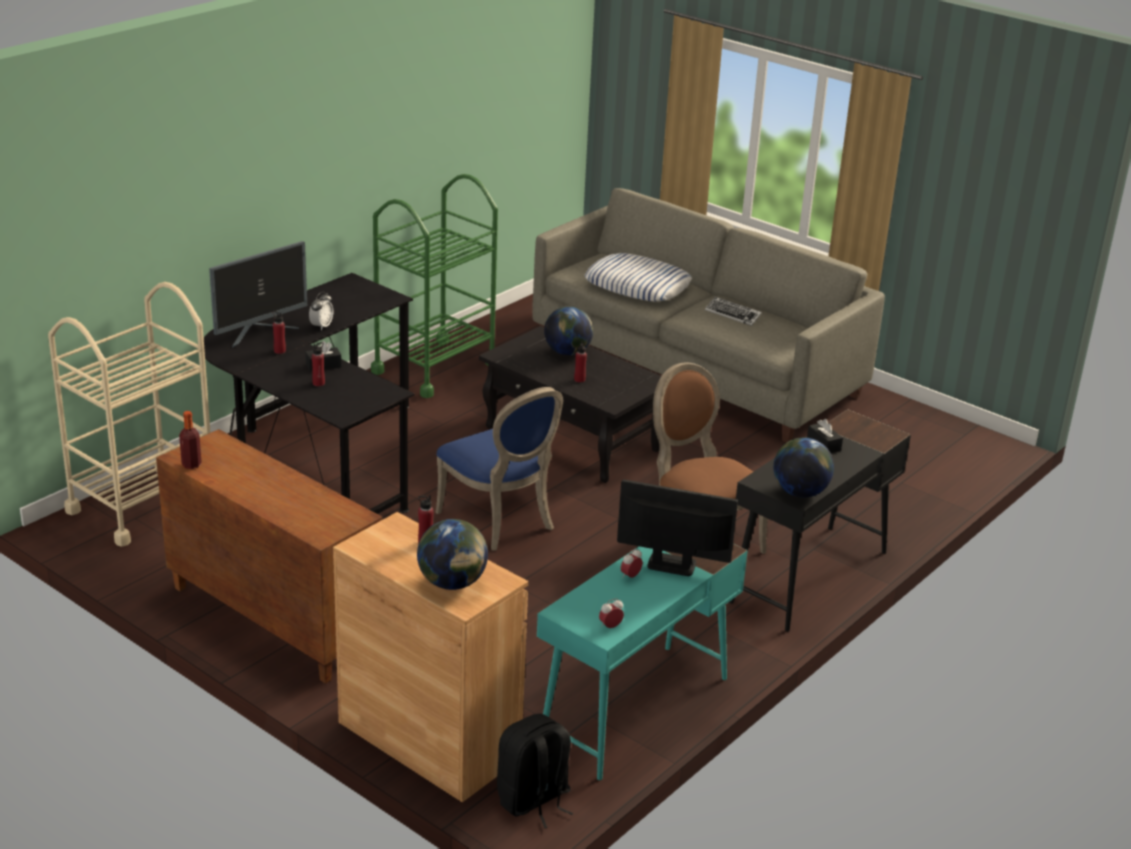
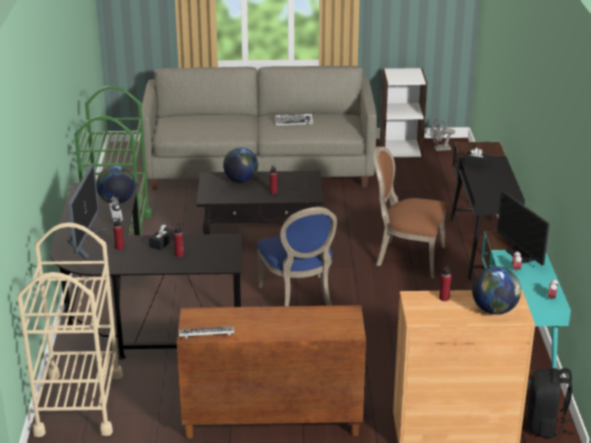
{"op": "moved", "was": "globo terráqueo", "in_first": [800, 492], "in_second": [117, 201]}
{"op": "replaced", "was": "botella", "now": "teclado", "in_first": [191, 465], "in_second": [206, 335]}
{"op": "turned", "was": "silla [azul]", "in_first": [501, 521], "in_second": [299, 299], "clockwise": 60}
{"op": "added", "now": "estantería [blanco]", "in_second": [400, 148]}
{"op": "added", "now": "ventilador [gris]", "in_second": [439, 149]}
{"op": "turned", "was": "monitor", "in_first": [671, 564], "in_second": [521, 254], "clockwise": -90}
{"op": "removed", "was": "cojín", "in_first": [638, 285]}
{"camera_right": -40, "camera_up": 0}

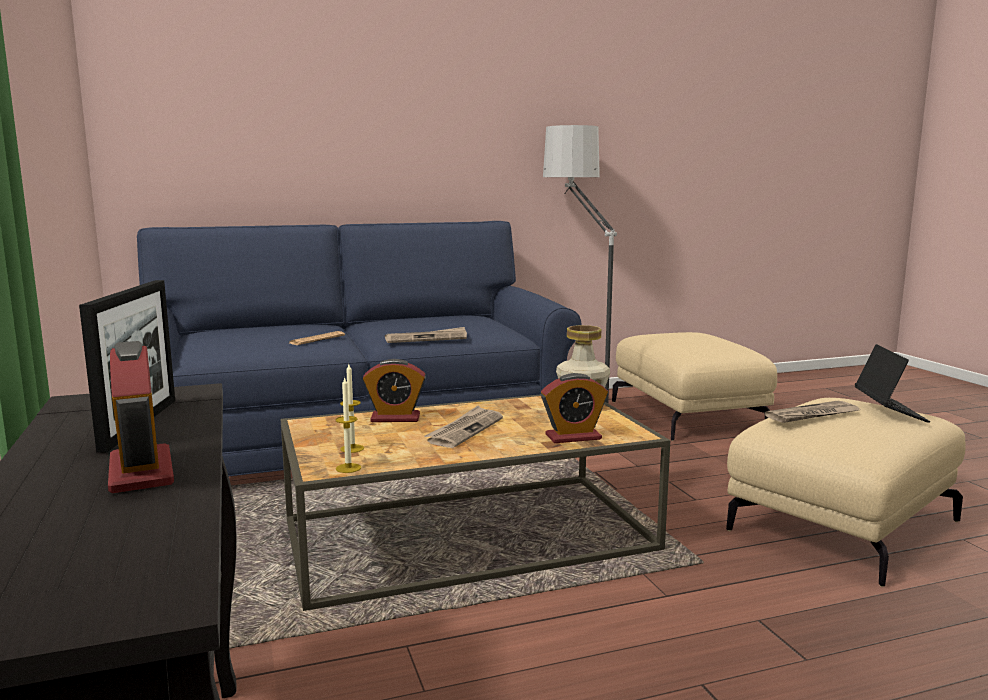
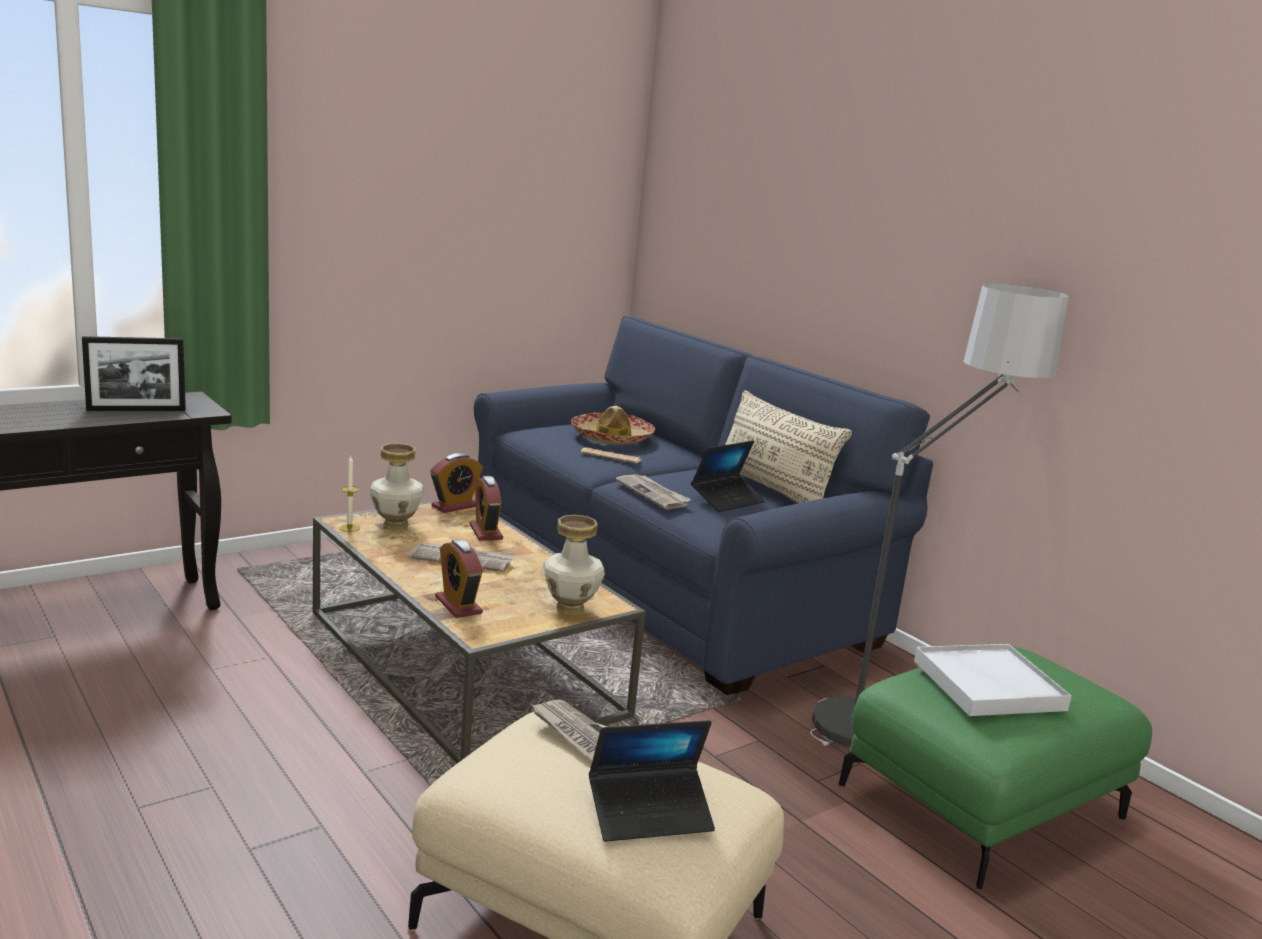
{"op": "replaced", "was": "vela", "now": "florero", "in_first": [352, 448], "in_second": [396, 525]}
{"op": "moved", "was": "despertador", "in_first": [141, 471], "in_second": [455, 506]}
{"op": "added", "now": "sombrero", "in_second": [612, 438]}
{"op": "added", "now": "portátil", "in_second": [727, 500]}
{"op": "added", "now": "cojín [beis]", "in_second": [771, 490]}
{"op": "recoloured", "was": "puf [beis]", "now": "puf [verde]", "in_first": [689, 416], "in_second": [983, 805]}
{"op": "added", "now": "bandeja [blanco]", "in_second": [987, 685]}
{"camera_right": 70, "camera_up": 5}

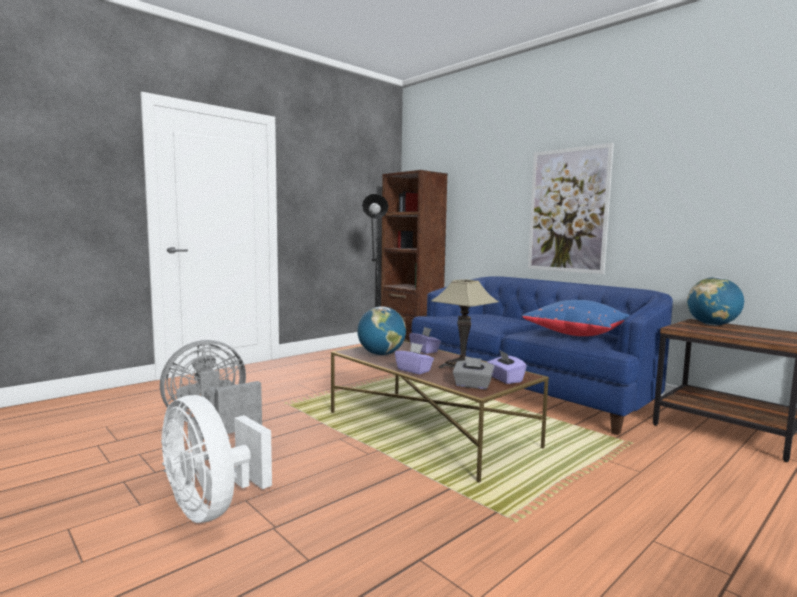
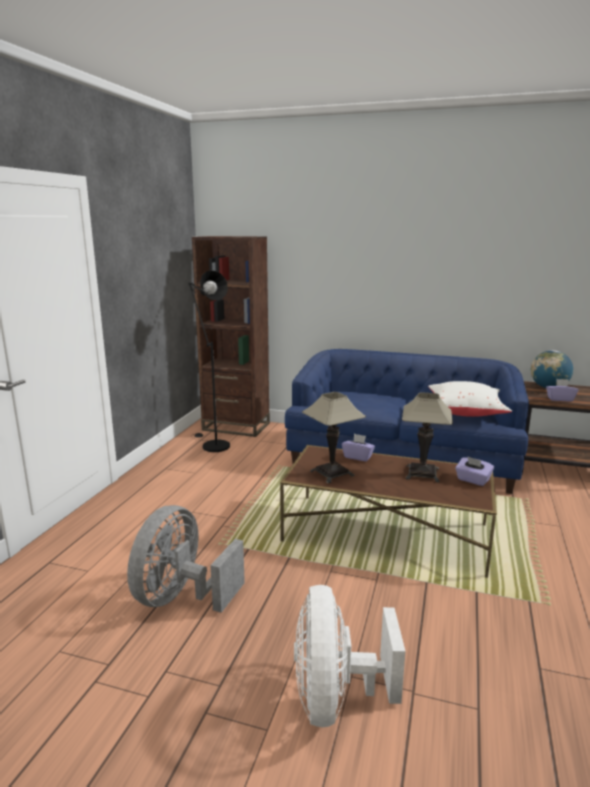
{"op": "turned", "was": "ventilador [blanco]", "in_first": [212, 507], "in_second": [336, 698], "clockwise": 75}
{"op": "replaced", "was": "globo terráqueo", "now": "lámpara de mesa", "in_first": [381, 354], "in_second": [332, 473]}
{"op": "recoloured", "was": "cojín [azul]", "now": "cojín [blanco]", "in_first": [578, 334], "in_second": [464, 412]}
{"op": "moved", "was": "caja de pañuelos [morado]", "in_first": [414, 370], "in_second": [560, 399]}
{"op": "removed", "was": "caja de pañuelos [gris]", "in_first": [472, 385]}
{"op": "removed", "was": "cuadro", "in_first": [568, 210]}
{"camera_right": -30, "camera_up": 10}

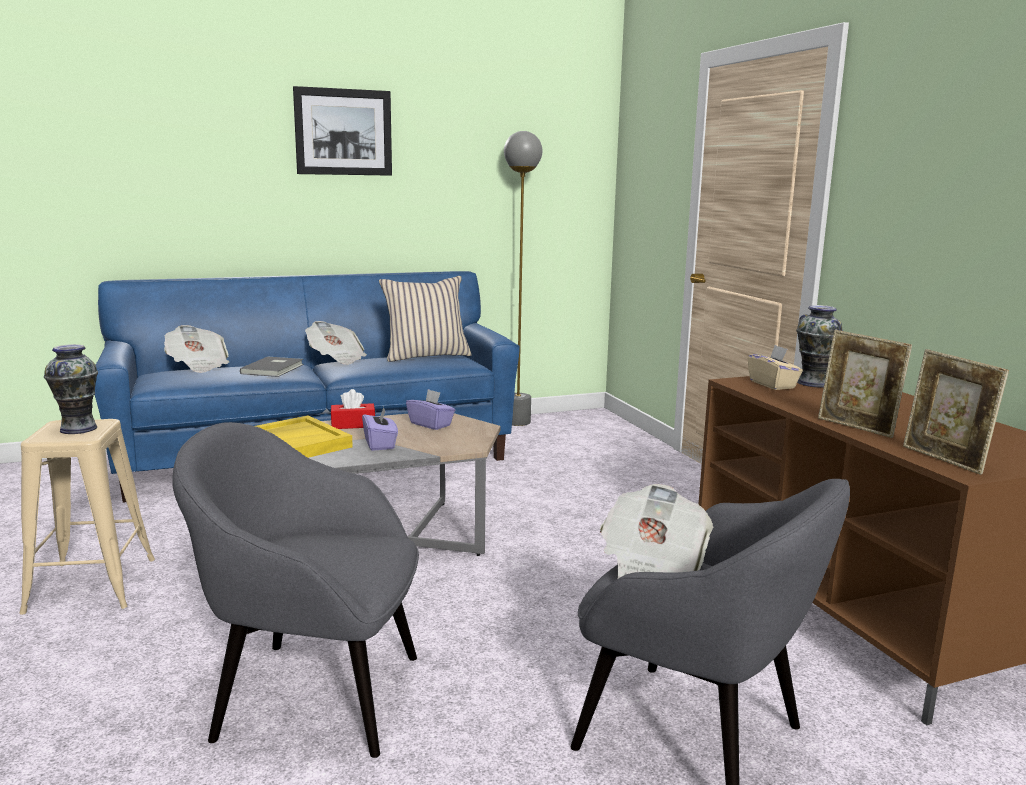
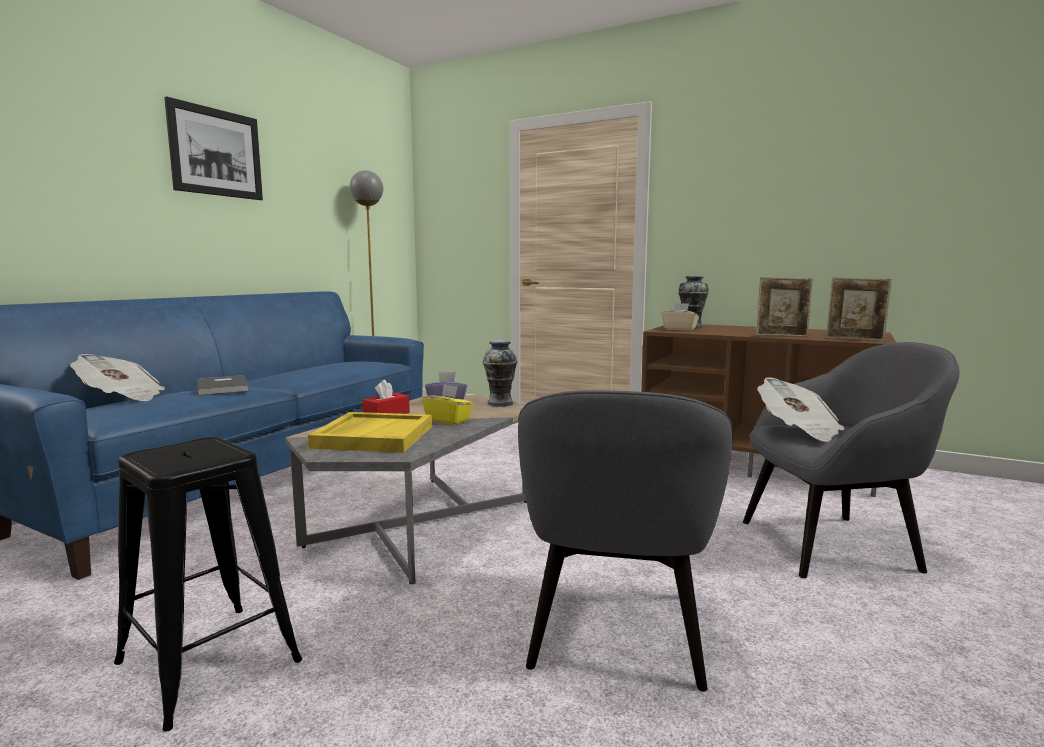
{"op": "recoloured", "was": "taburete [beis]", "now": "taburete [negro]", "in_first": [91, 585], "in_second": [208, 661]}
{"op": "recoloured", "was": "caja de pañuelos [morado]", "now": "caja de pañuelos [amarillo]", "in_first": [380, 444], "in_second": [448, 420]}
{"op": "moved", "was": "florero", "in_first": [79, 429], "in_second": [500, 403]}
{"op": "turned", "was": "sillón [gris]", "in_first": [314, 695], "in_second": [616, 631], "clockwise": -45}
{"op": "removed", "was": "periódico", "in_first": [336, 358]}
{"op": "removed", "was": "cojín [beis]", "in_first": [426, 356]}
{"camera_right": -40, "camera_up": -5}

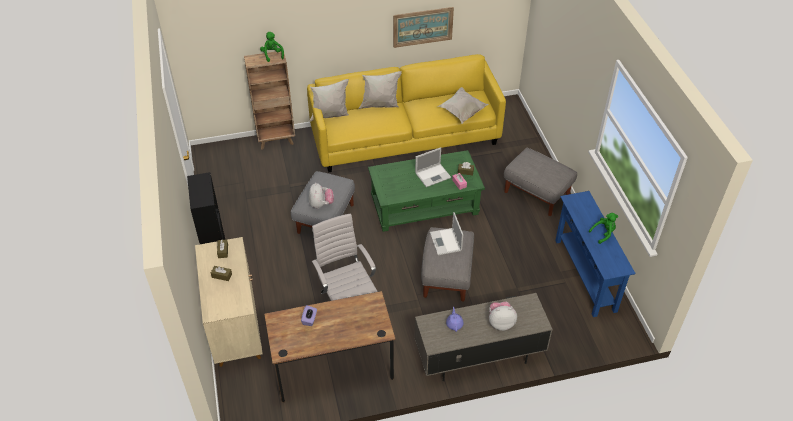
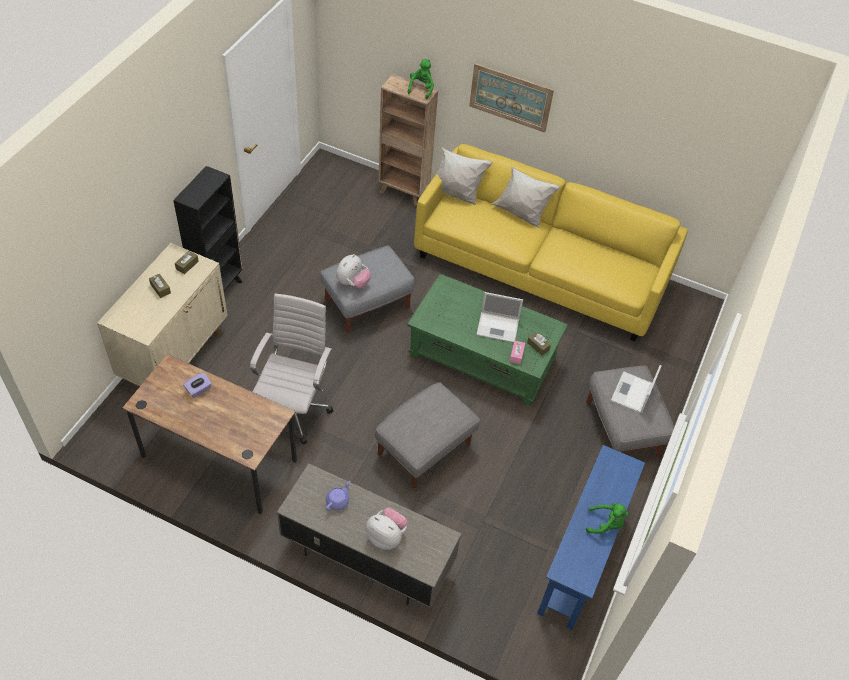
{"op": "moved", "was": "cuadro", "in_first": [423, 27], "in_second": [510, 97]}
{"op": "moved", "was": "portátil", "in_first": [446, 242], "in_second": [632, 393]}
{"op": "removed", "was": "cojín [blanco]", "in_first": [462, 113]}
{"camera_right": 35, "camera_up": 5}

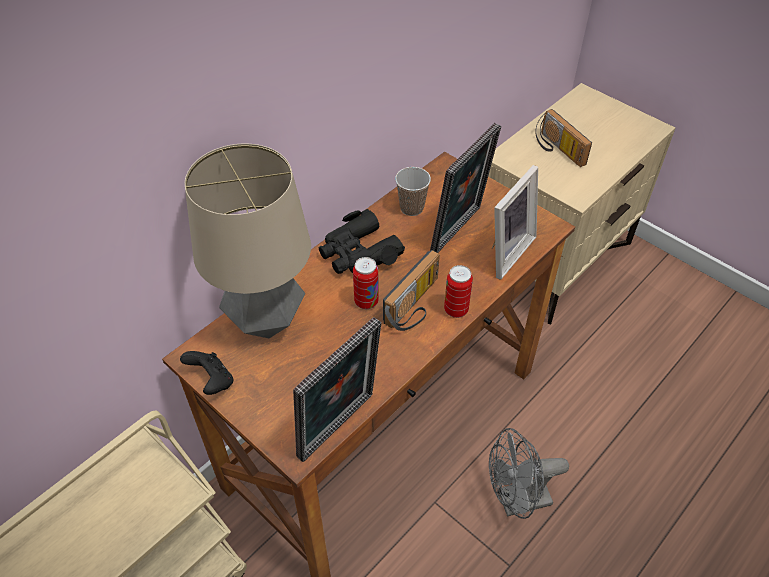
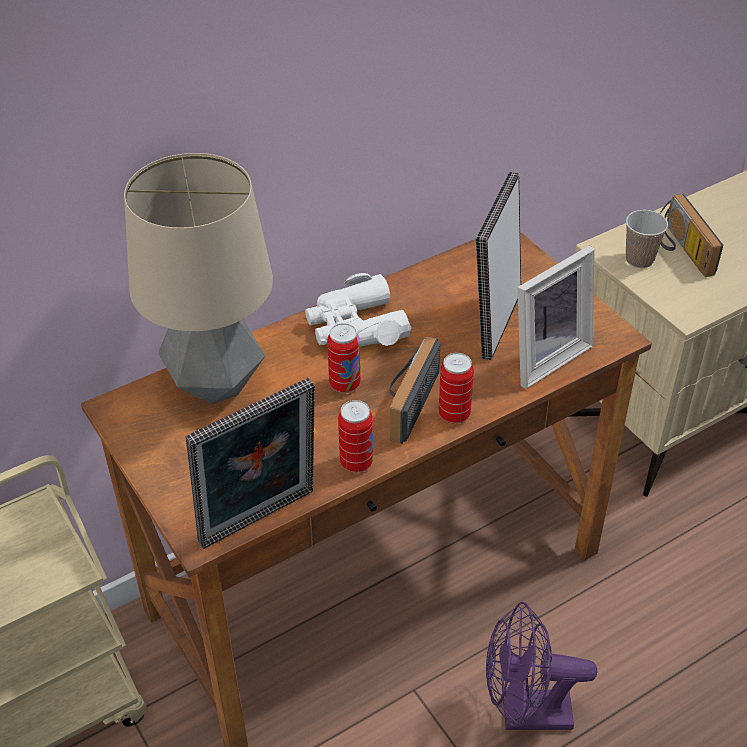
{"op": "recoloured", "was": "prismáticos [negro]", "now": "prismáticos [blanco]", "in_first": [358, 253], "in_second": [356, 326]}
{"op": "added", "now": "lata", "in_second": [356, 462]}
{"op": "turned", "was": "radio", "in_first": [416, 306], "in_second": [405, 400], "clockwise": 150}
{"op": "turned", "was": "portarretratos", "in_first": [460, 231], "in_second": [495, 323], "clockwise": 150}
{"op": "recoloured", "was": "ventilador [gris]", "now": "ventilador [morado]", "in_first": [516, 501], "in_second": [525, 714]}
{"op": "moved", "was": "taza", "in_first": [411, 208], "in_second": [639, 259]}
{"op": "removed", "was": "mando de consola [negro]", "in_first": [212, 381]}
{"camera_right": 15, "camera_up": -5}

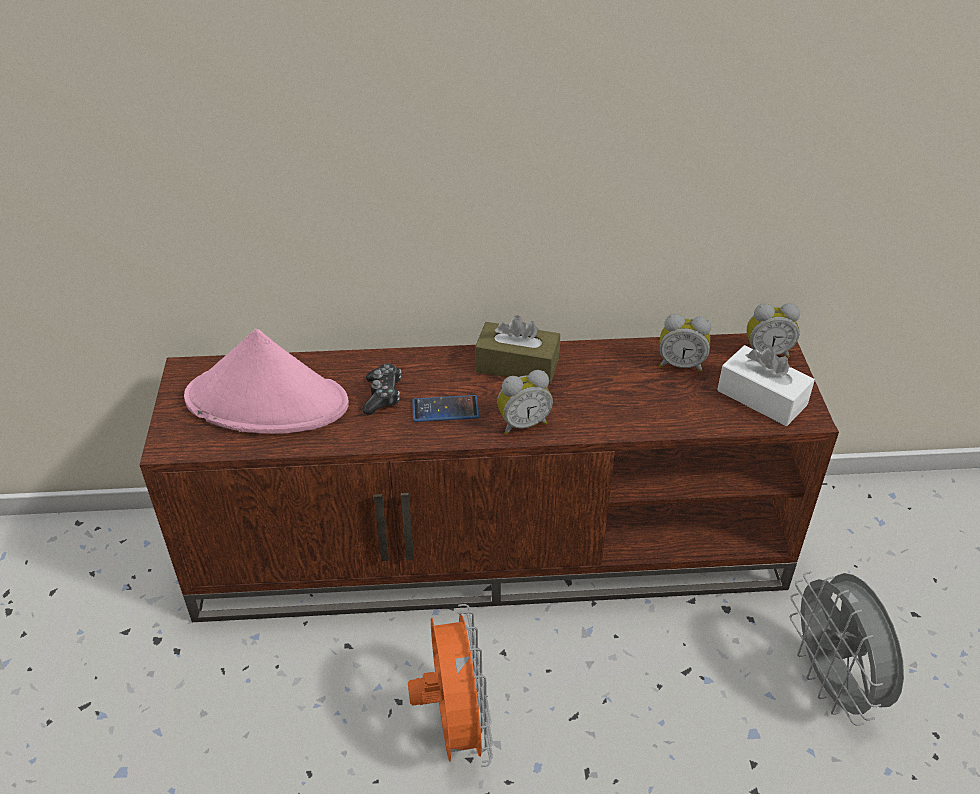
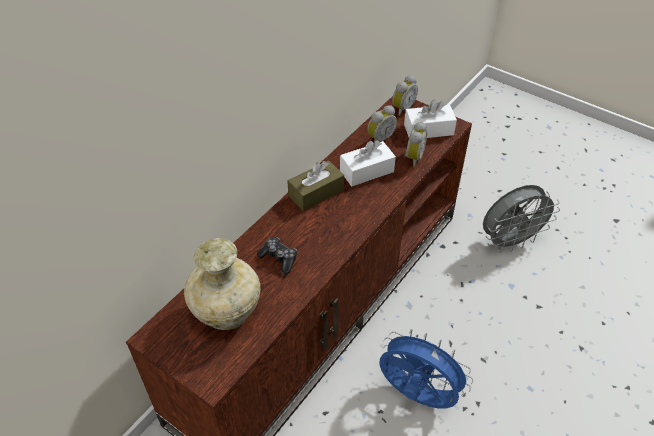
{"op": "replaced", "was": "sombrero [rosa]", "now": "florero [beis]", "in_first": [268, 401], "in_second": [227, 312]}
{"op": "added", "now": "caja de pañuelos [blanco]", "in_second": [366, 171]}
{"op": "recoloured", "was": "ventilador [naranja]", "now": "ventilador [azul]", "in_first": [455, 726], "in_second": [416, 396]}
{"op": "moved", "was": "despertador", "in_first": [523, 423], "in_second": [412, 158]}
{"op": "turned", "was": "ventilador [gris]", "in_first": [833, 685], "in_second": [510, 242], "clockwise": -45}
{"op": "removed", "was": "móvil", "in_first": [445, 409]}
{"camera_right": -50, "camera_up": 5}

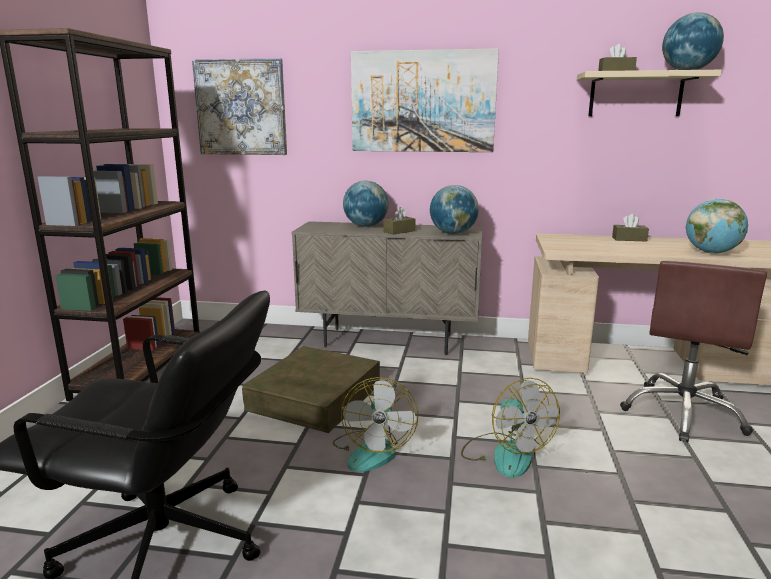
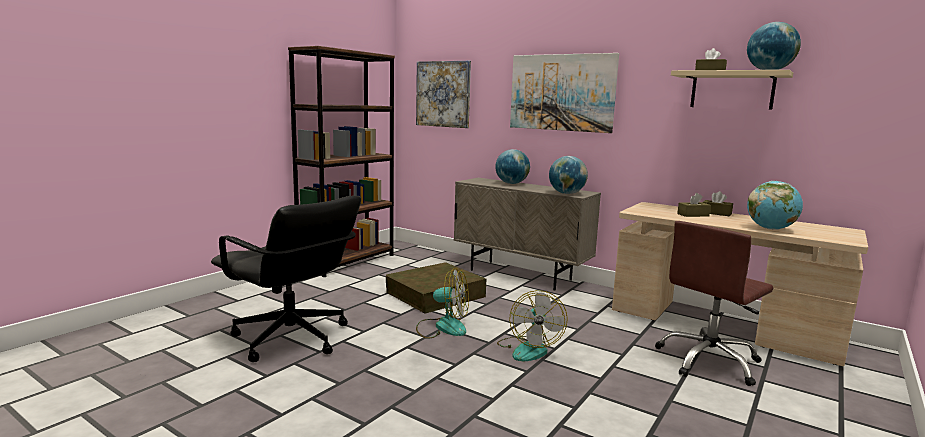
{"op": "turned", "was": "ventilador", "in_first": [372, 450], "in_second": [442, 327], "clockwise": -105}
{"op": "moved", "was": "caja de pañuelos [marrón]", "in_first": [399, 231], "in_second": [693, 215]}
{"camera_right": 25, "camera_up": -5}

